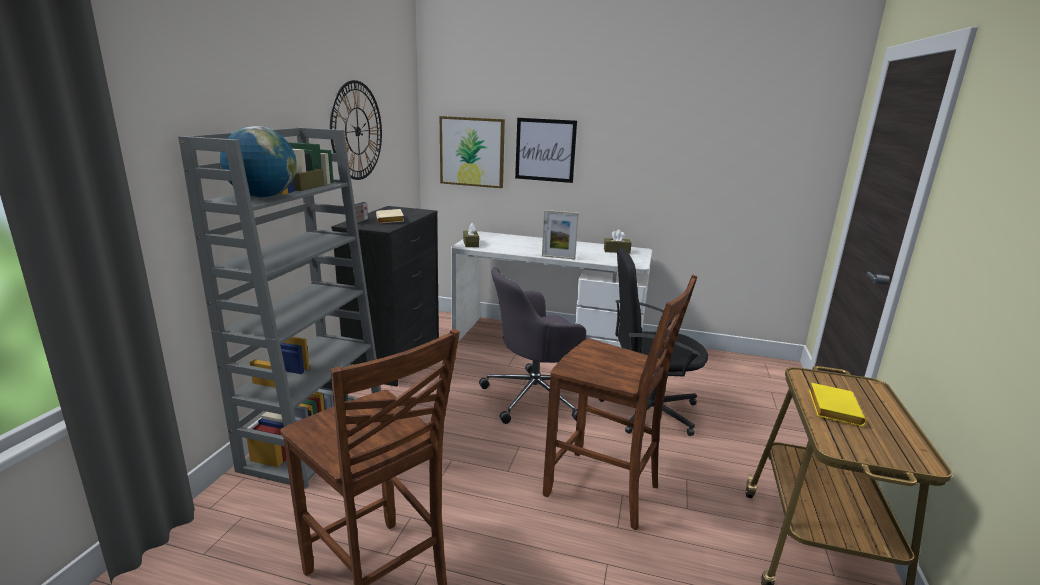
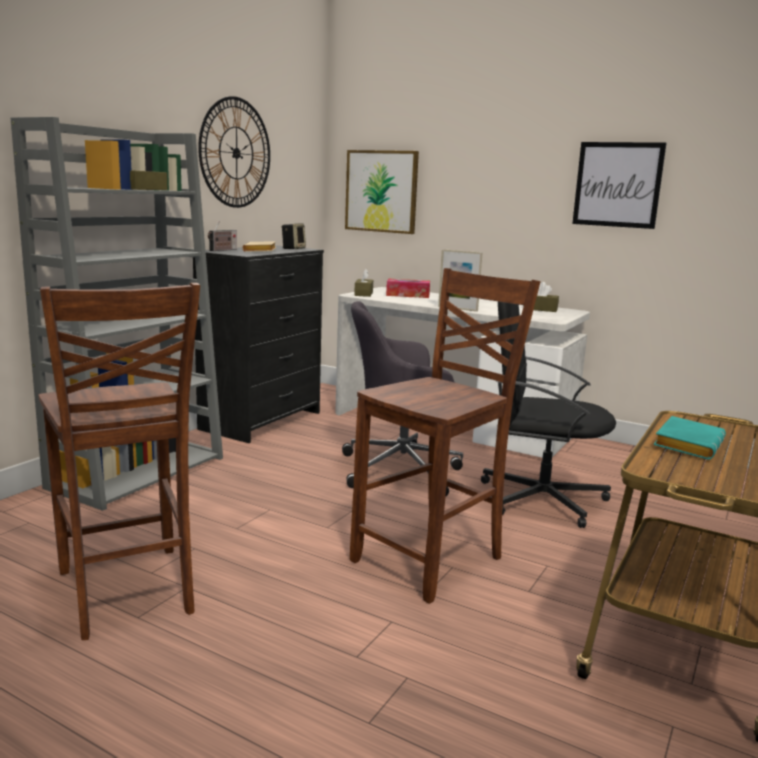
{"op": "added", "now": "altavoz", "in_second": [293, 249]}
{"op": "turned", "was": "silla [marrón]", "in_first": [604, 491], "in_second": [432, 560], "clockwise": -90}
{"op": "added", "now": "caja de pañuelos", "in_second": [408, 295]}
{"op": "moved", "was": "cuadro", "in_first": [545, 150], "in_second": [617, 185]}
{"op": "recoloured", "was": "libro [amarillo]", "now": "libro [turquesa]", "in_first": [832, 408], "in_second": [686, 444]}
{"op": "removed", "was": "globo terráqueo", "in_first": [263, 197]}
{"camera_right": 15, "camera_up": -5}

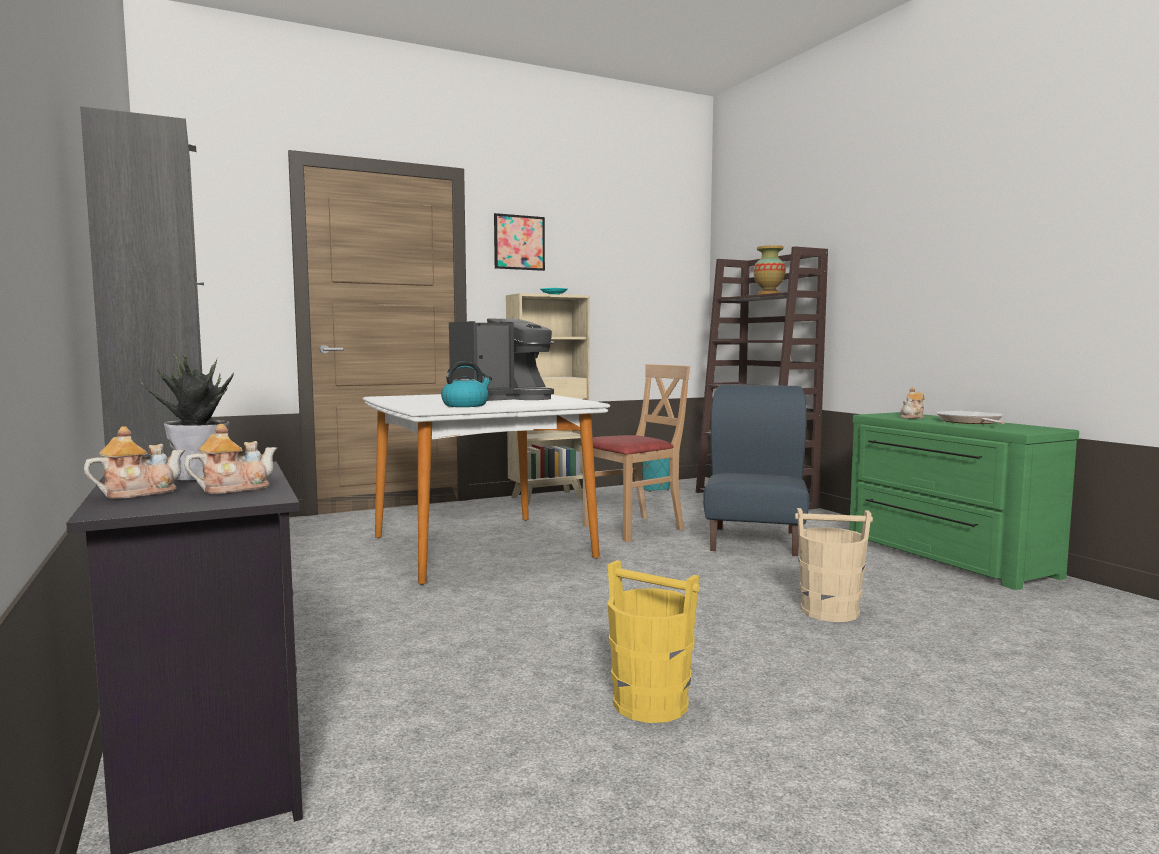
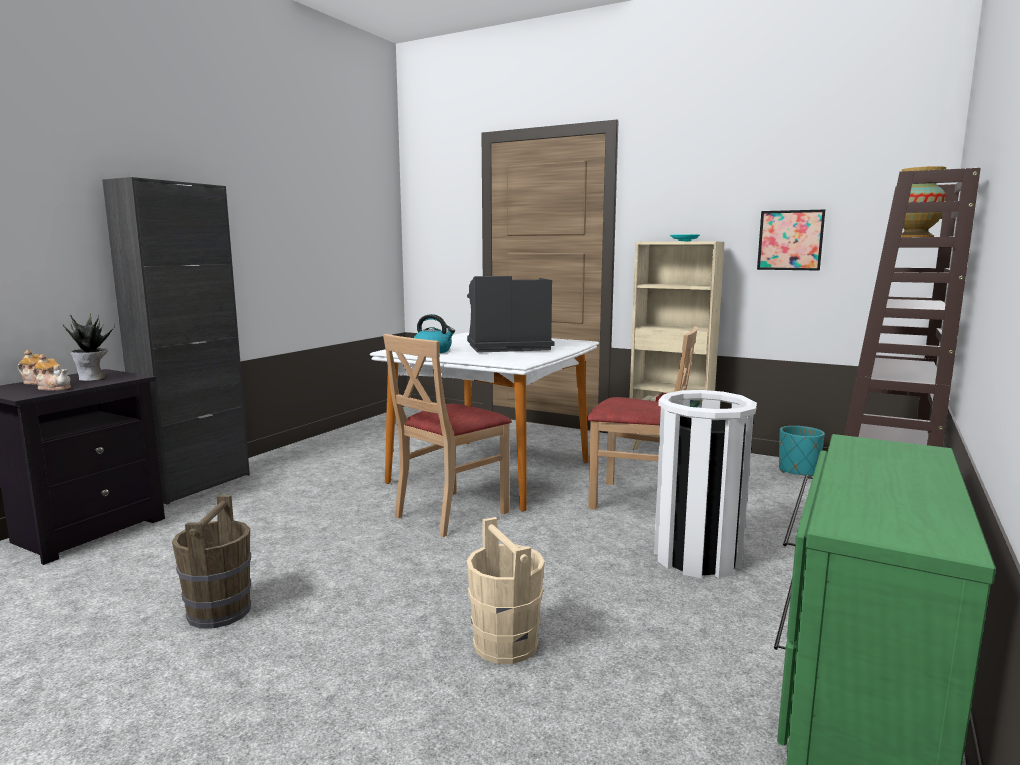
{"op": "recoloured", "was": "cubo [amarillo]", "now": "cubo [marrón]", "in_first": [651, 704], "in_second": [219, 612]}
{"op": "added", "now": "silla [beis]", "in_second": [450, 513]}
{"op": "turned", "was": "cafetera", "in_first": [503, 399], "in_second": [506, 348], "clockwise": 150}
{"op": "replaced", "was": "silla [azul]", "now": "papelera [blanco]", "in_first": [755, 541], "in_second": [697, 557]}
{"op": "moved", "was": "cuadro", "in_first": [519, 242], "in_second": [790, 240]}
{"op": "removed", "was": "tetera", "in_first": [912, 417]}
{"op": "removed", "was": "sartén", "in_first": [970, 422]}
{"camera_right": 55, "camera_up": 5}

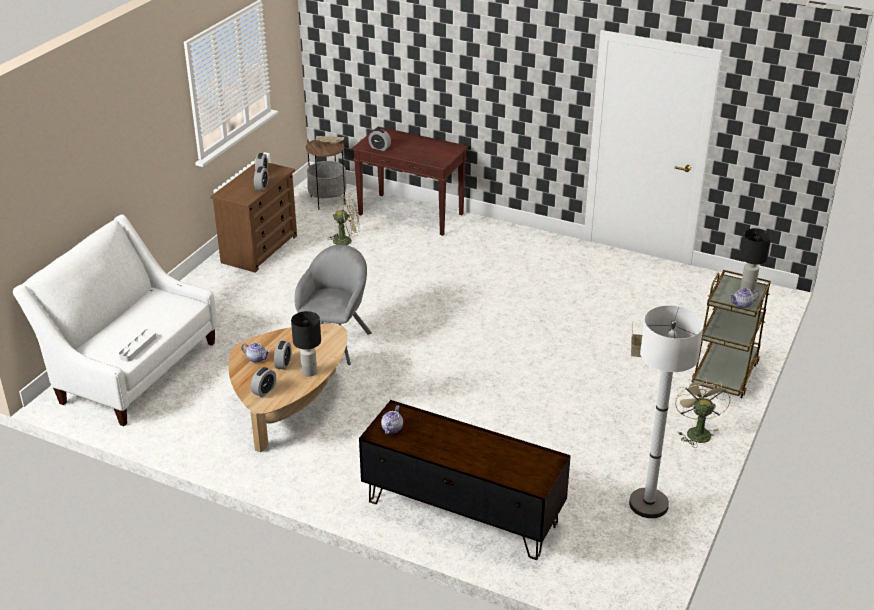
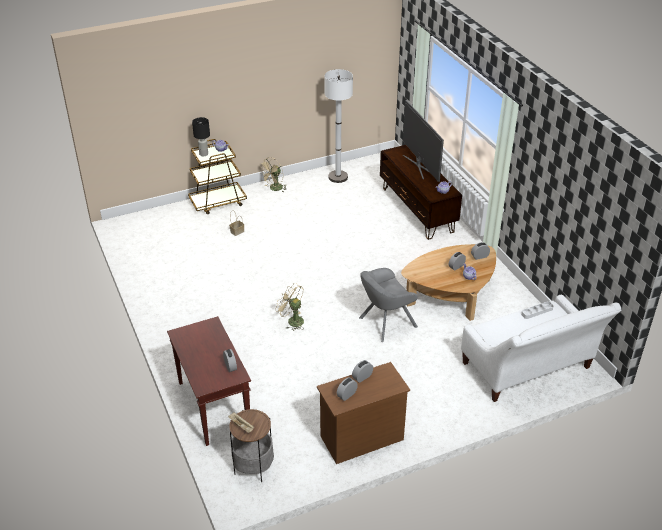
{"op": "moved", "was": "ventilador [beis]", "in_first": [347, 240], "in_second": [292, 320]}
{"op": "added", "now": "televisor", "in_second": [419, 165]}
{"op": "removed", "was": "lámpara de mesa [negro]", "in_first": [309, 372]}
{"camera_right": -140, "camera_up": 5}

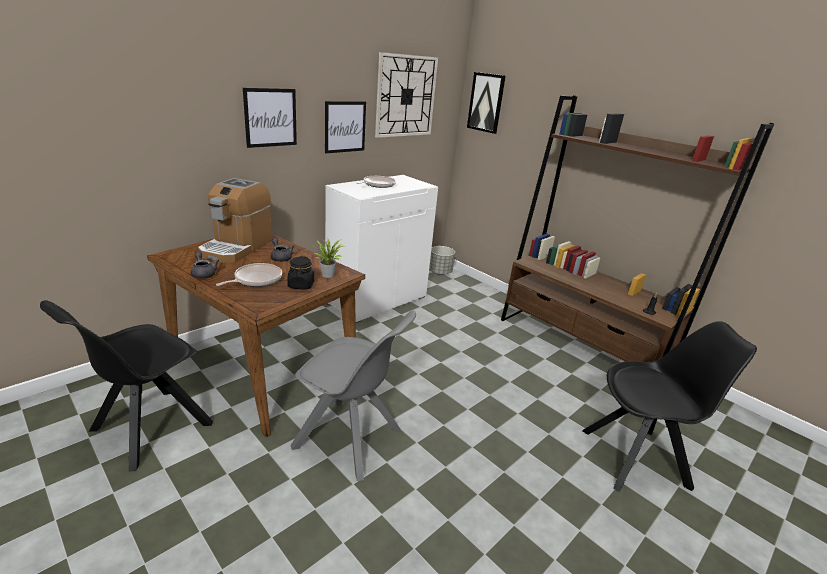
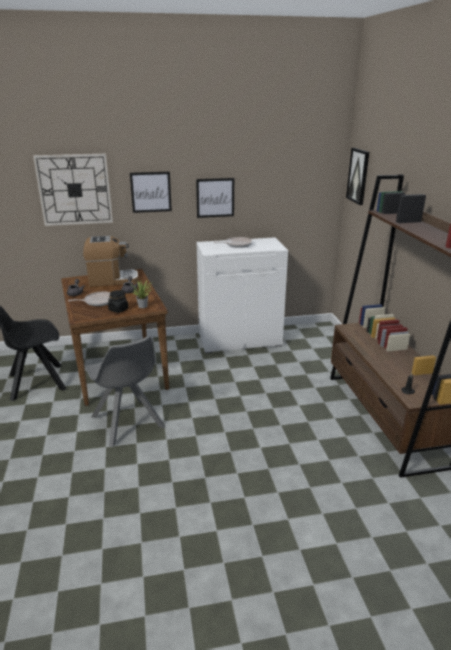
{"op": "moved", "was": "reloj de pared", "in_first": [405, 96], "in_second": [74, 190]}
{"op": "turned", "was": "cafetera", "in_first": [236, 247], "in_second": [112, 280], "clockwise": -150}
{"op": "removed", "was": "maceta [gris]", "in_first": [440, 272]}
{"op": "removed", "was": "silla [negro]", "in_first": [637, 458]}
{"camera_right": 35, "camera_up": 0}

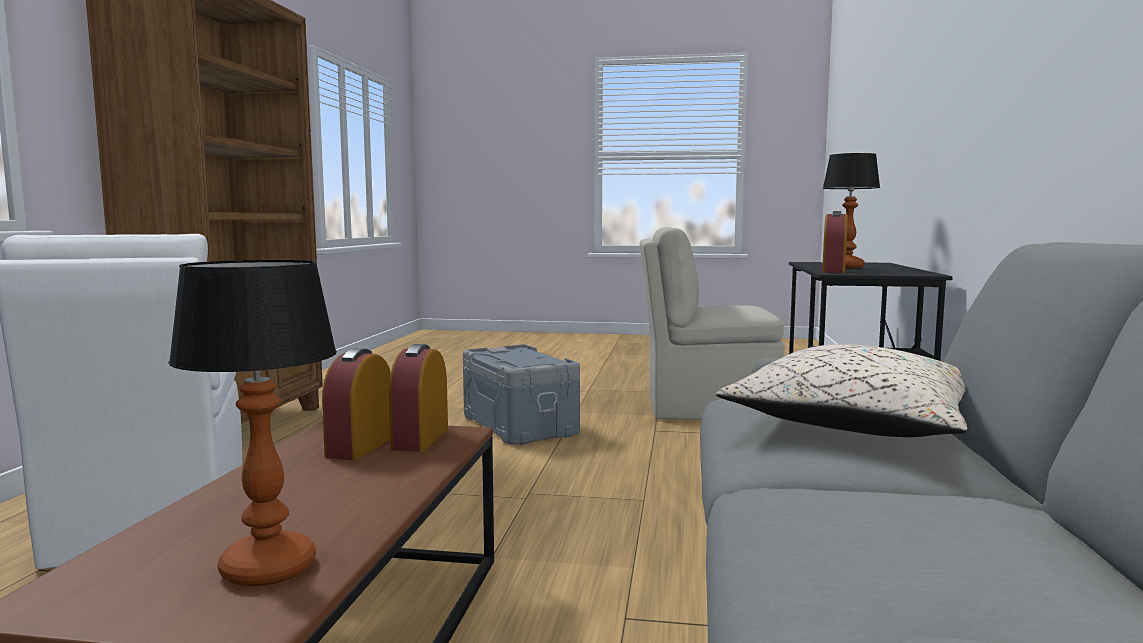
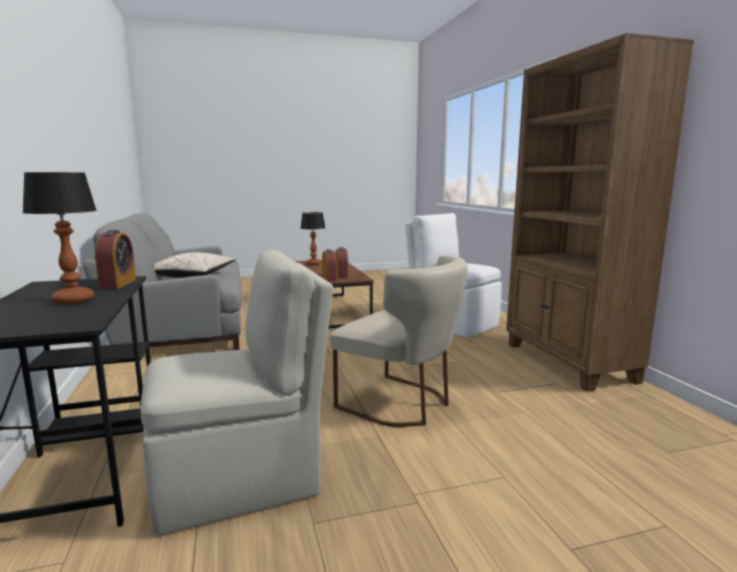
{"op": "replaced", "was": "caja de almacenaje [gris]", "now": "silla [beis]", "in_first": [520, 425], "in_second": [401, 404]}
{"camera_right": 155, "camera_up": 5}

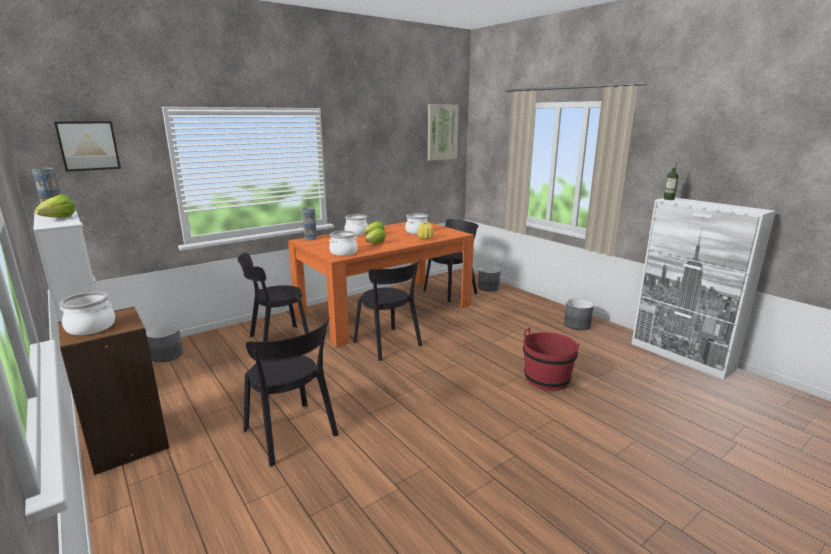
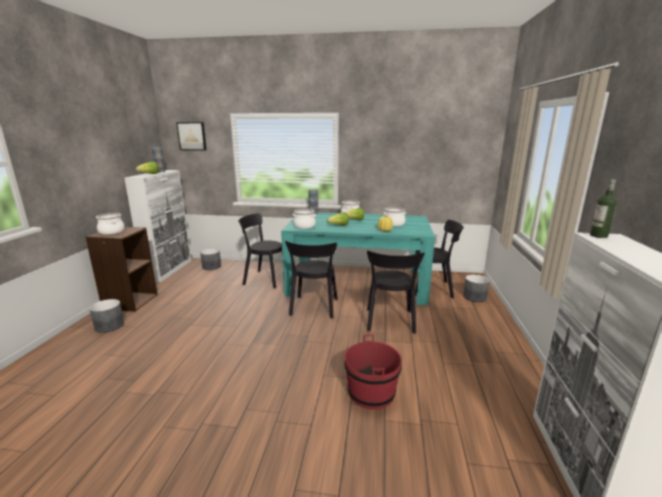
{"op": "moved", "was": "maceta [gris]", "in_first": [577, 325], "in_second": [109, 326]}
{"op": "recoloured", "was": "mesa de comedor [naranja]", "now": "mesa de comedor [turquesa]", "in_first": [384, 310], "in_second": [357, 284]}
{"op": "moved", "was": "silla [negro]", "in_first": [292, 435], "in_second": [390, 322]}
{"op": "removed", "was": "cuadro", "in_first": [442, 132]}
{"camera_right": 45, "camera_up": 0}

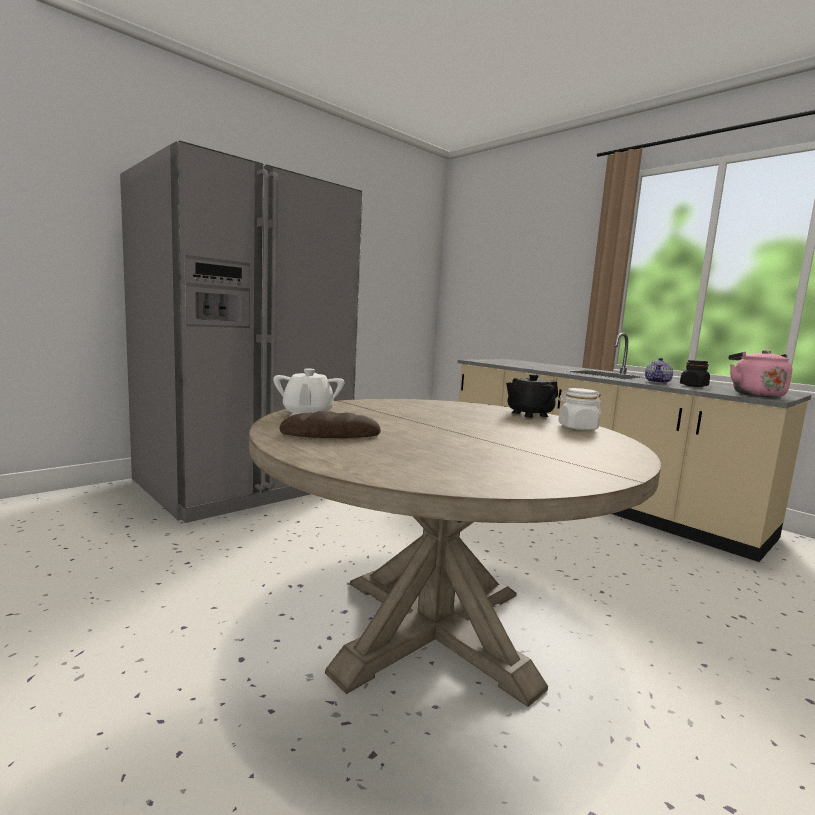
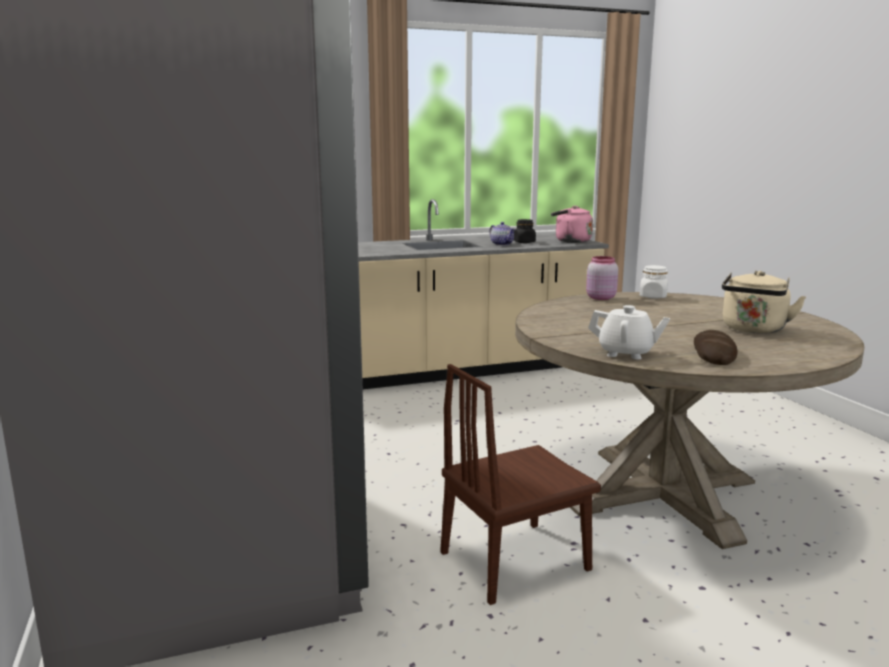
{"op": "added", "now": "silla [marrón]", "in_second": [515, 561]}
{"op": "replaced", "was": "tetera [negro]", "now": "tarro [rosa]", "in_first": [529, 414], "in_second": [600, 298]}
{"op": "added", "now": "hervidor [beis]", "in_second": [753, 330]}
{"camera_right": -65, "camera_up": 5}

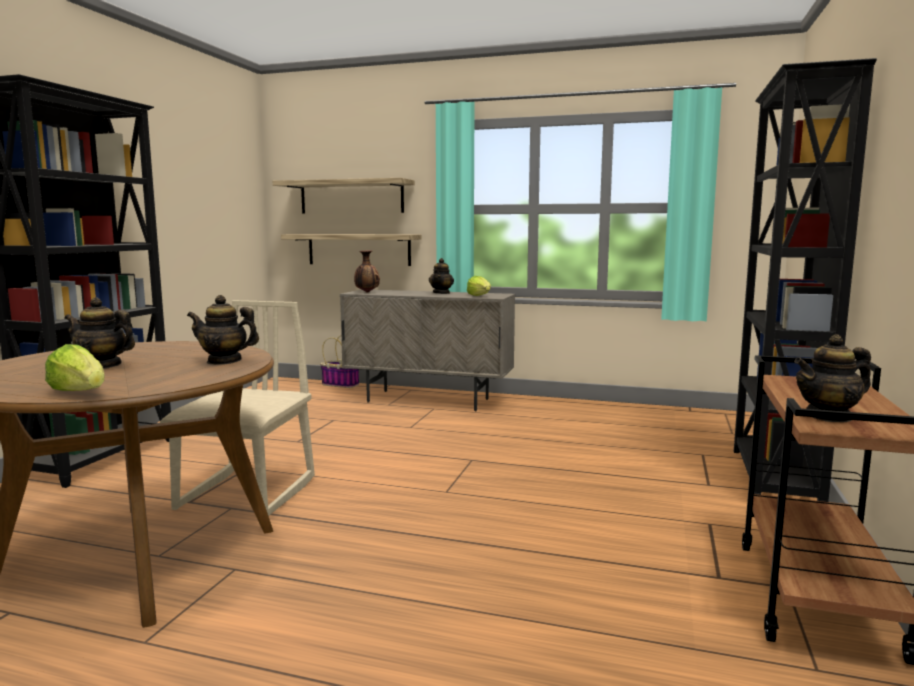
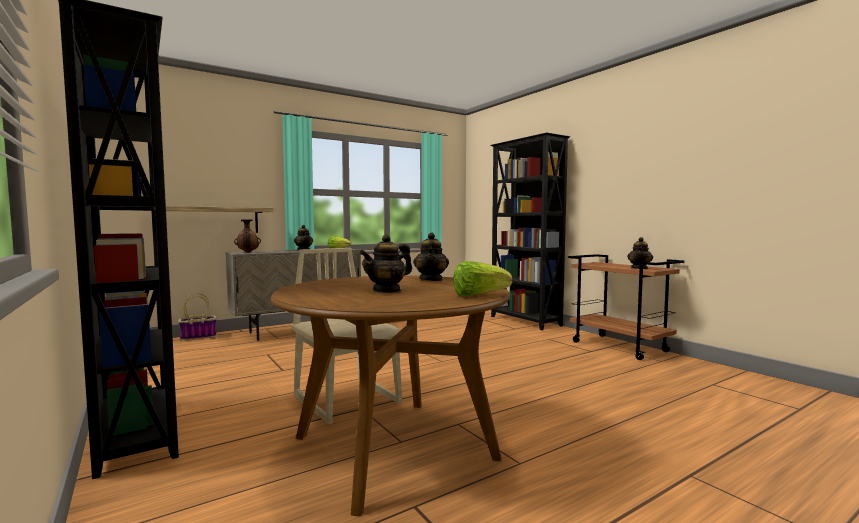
{"op": "turned", "was": "tetera", "in_first": [224, 361], "in_second": [431, 279], "clockwise": -45}
{"op": "removed", "was": "estante", "in_first": [351, 197]}
{"camera_right": -50, "camera_up": -5}

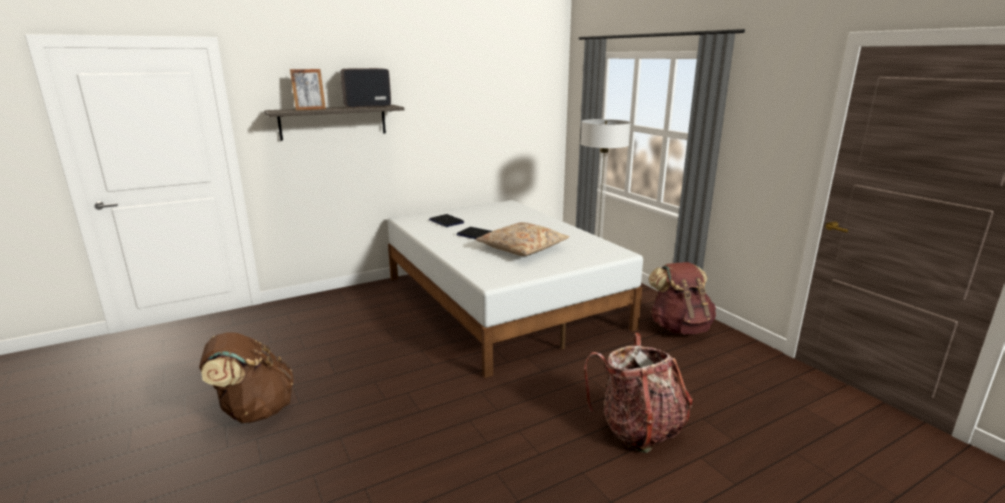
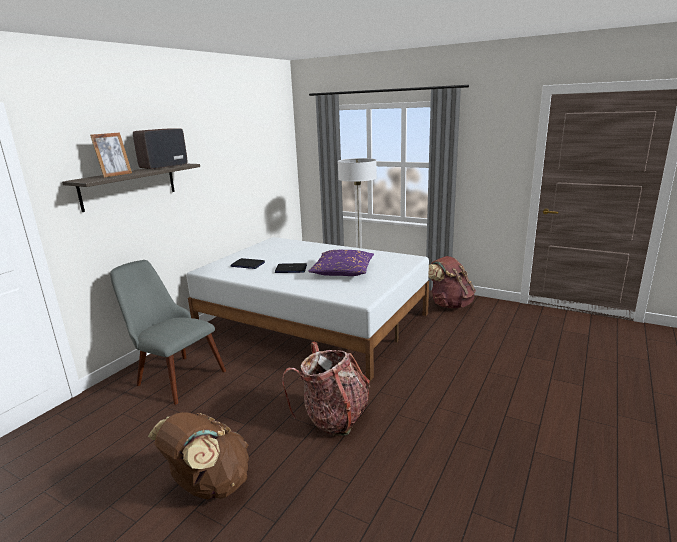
{"op": "added", "now": "silla [gris]", "in_second": [173, 375]}
{"op": "moved", "was": "mochila", "in_first": [638, 429], "in_second": [333, 418]}
{"op": "recoloured", "was": "cojín [beis]", "now": "cojín [morado]", "in_first": [522, 248], "in_second": [342, 271]}
{"camera_right": -30, "camera_up": 0}

